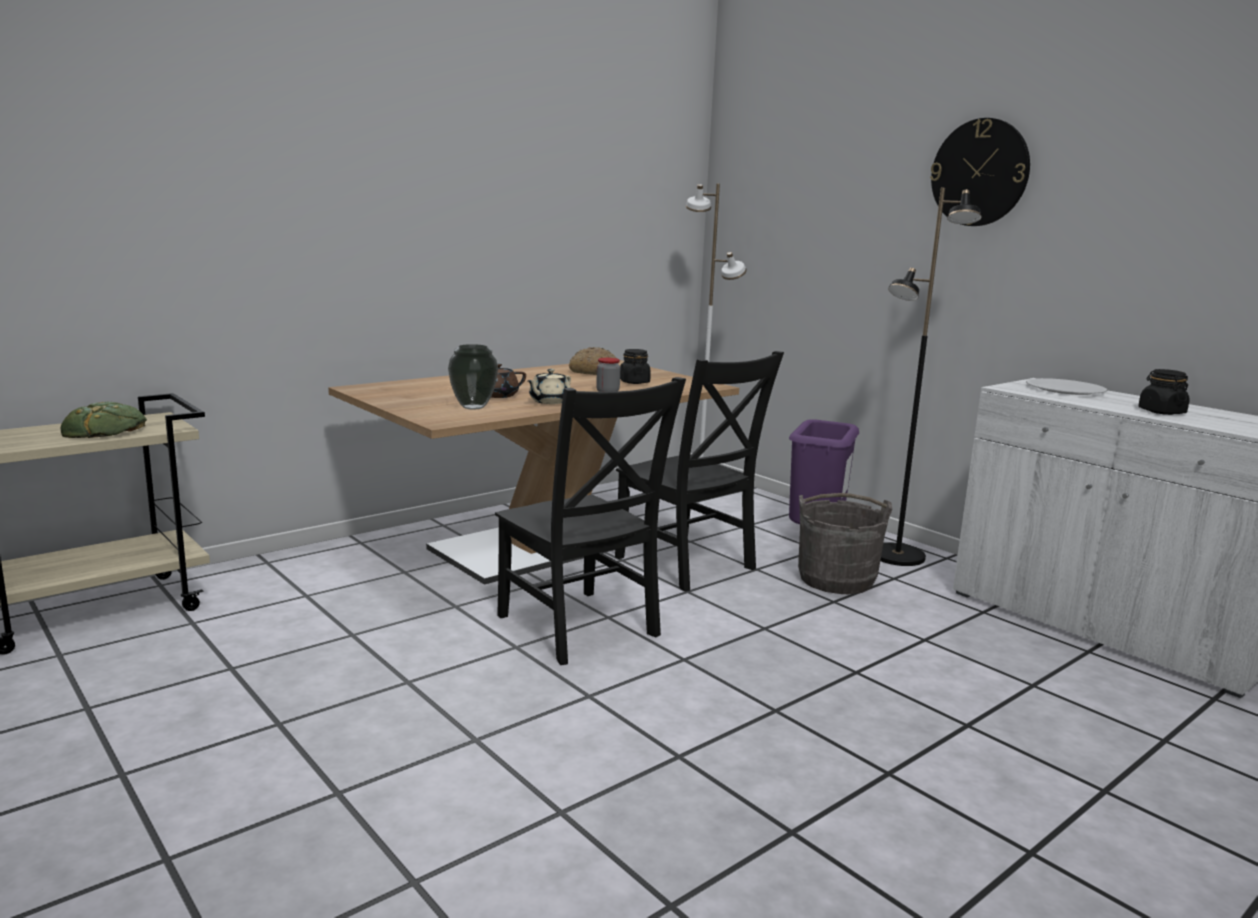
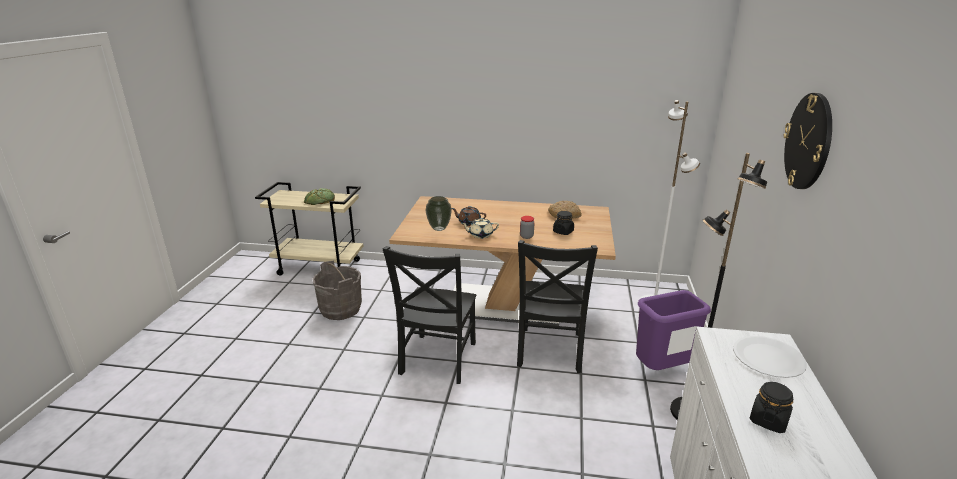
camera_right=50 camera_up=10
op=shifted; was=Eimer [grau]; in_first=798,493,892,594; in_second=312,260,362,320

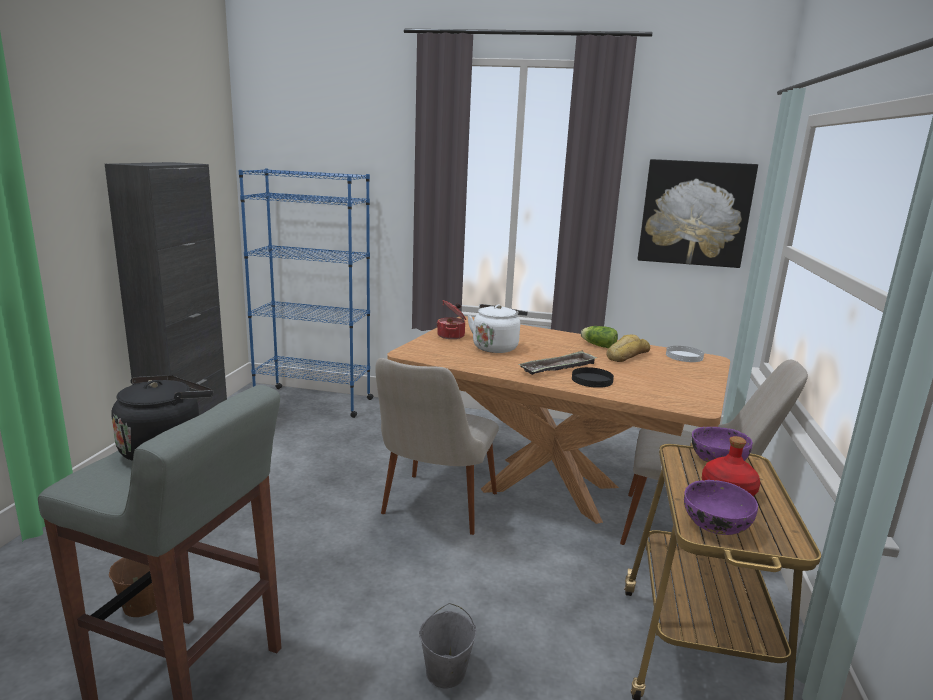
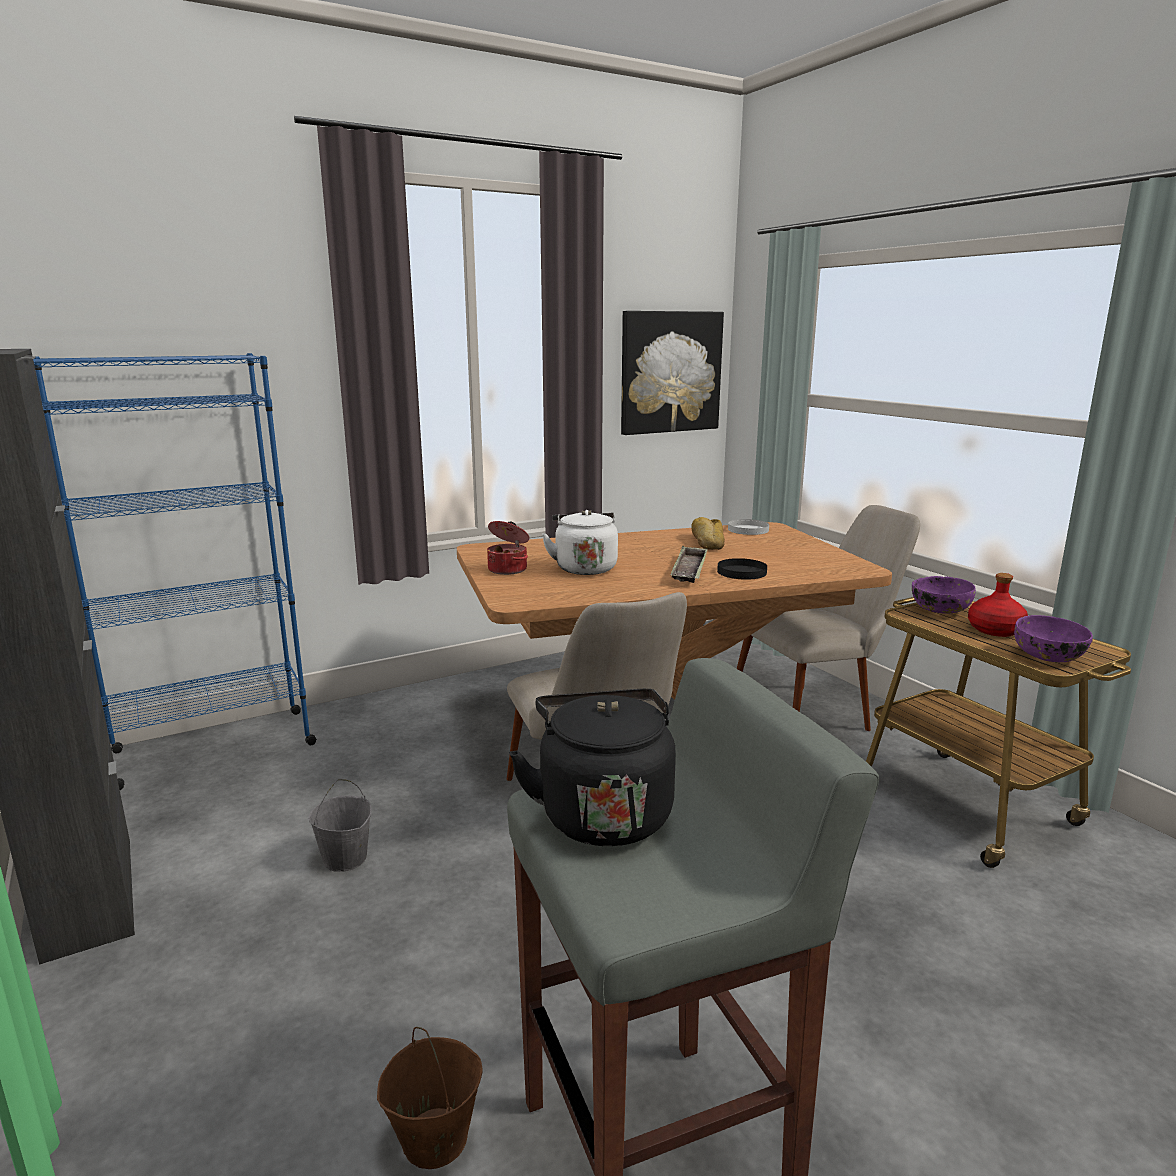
camera_right=-40 camera_up=0
op=shifted; was=Eimer [grau]; in_first=419,603,476,689; in_second=309,779,372,872
op=gone; was=Salatkopf; in_first=581,326,618,348

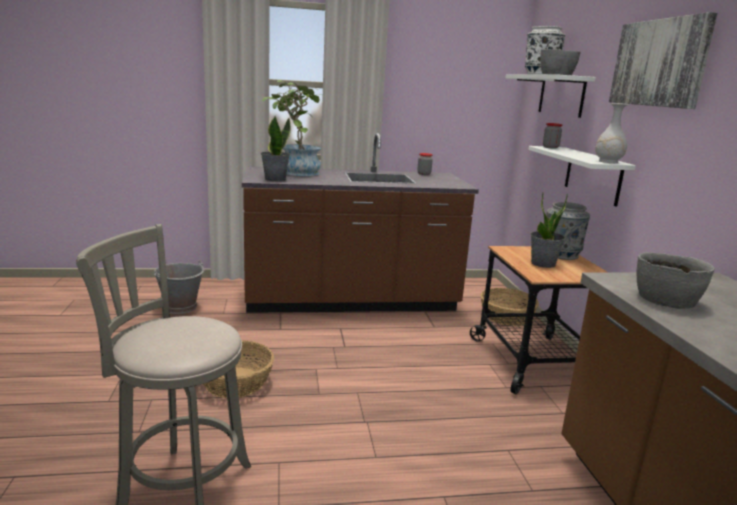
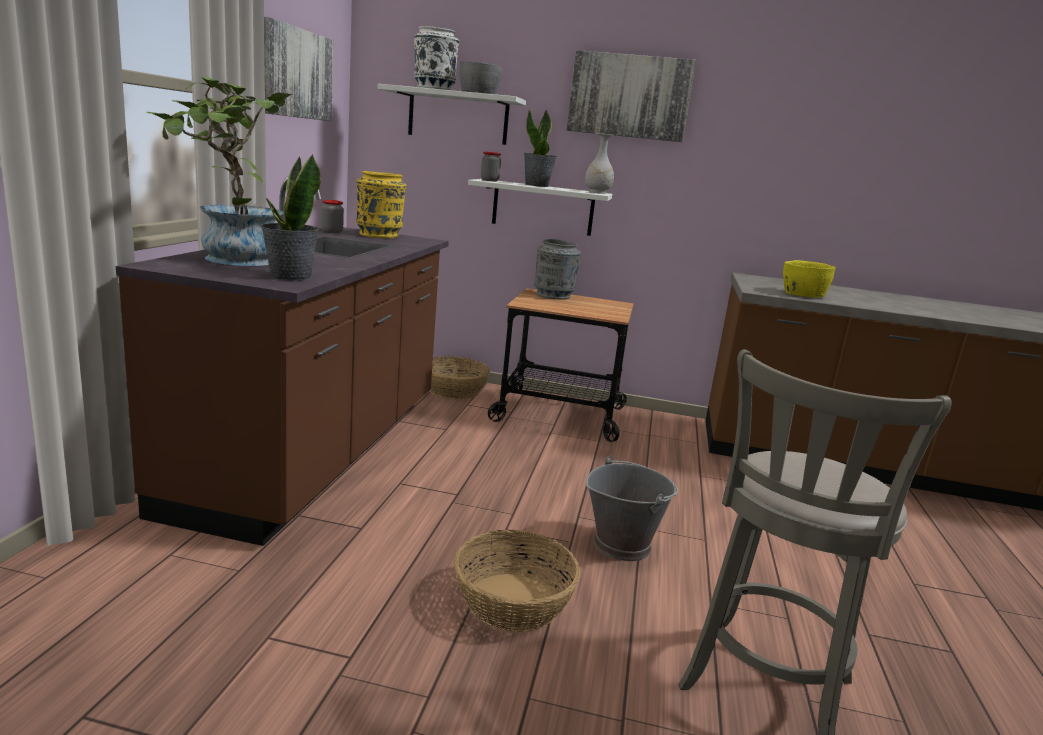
camera_right=-70 camera_up=0
op=new; now=Bild; in_second=264,17,333,121
op=new; now=Vase [gelb]; in_second=356,171,407,238
op=shifted; was=Topfpflanze; in_first=531,193,568,268; in_second=524,109,557,187
op=shifted; was=Eimer [grau]; in_first=154,261,205,314; in_second=586,456,678,561
op=repainted; was=Schüssel [grau]; now=Schüssel [gelb]; in_first=636,252,715,309; in_second=783,260,836,298

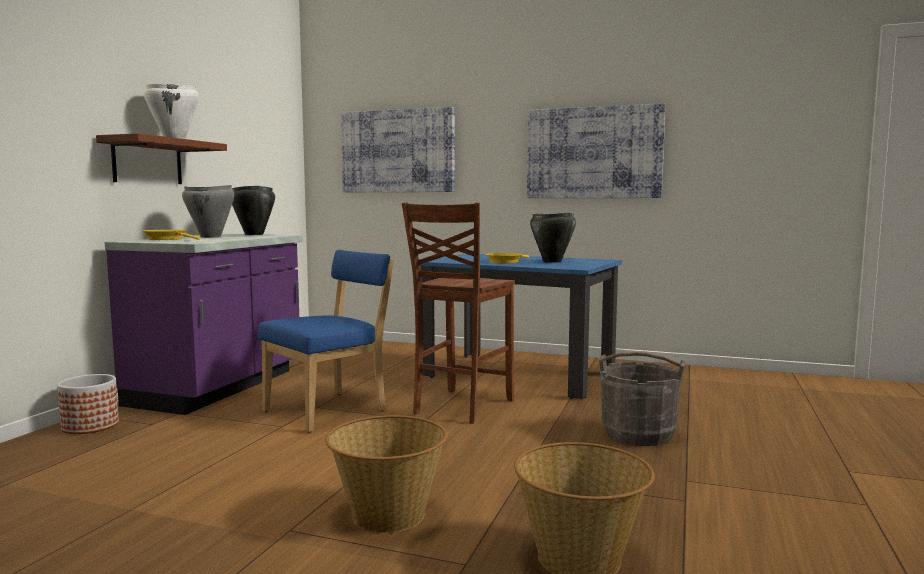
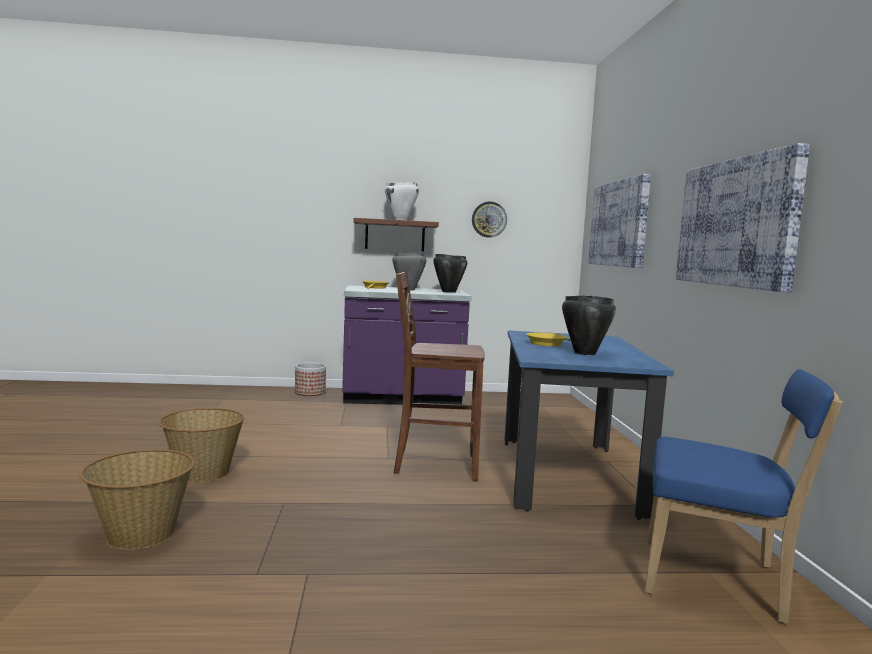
camera_right=65 camera_up=0
op=new; now=Wanduhr; in_second=472,202,507,238
op=shifted; was=Stuhl [blau]; in_first=258,250,394,432; in_second=645,369,843,624
op=gone; was=Eimer [grau]; in_first=599,352,686,446

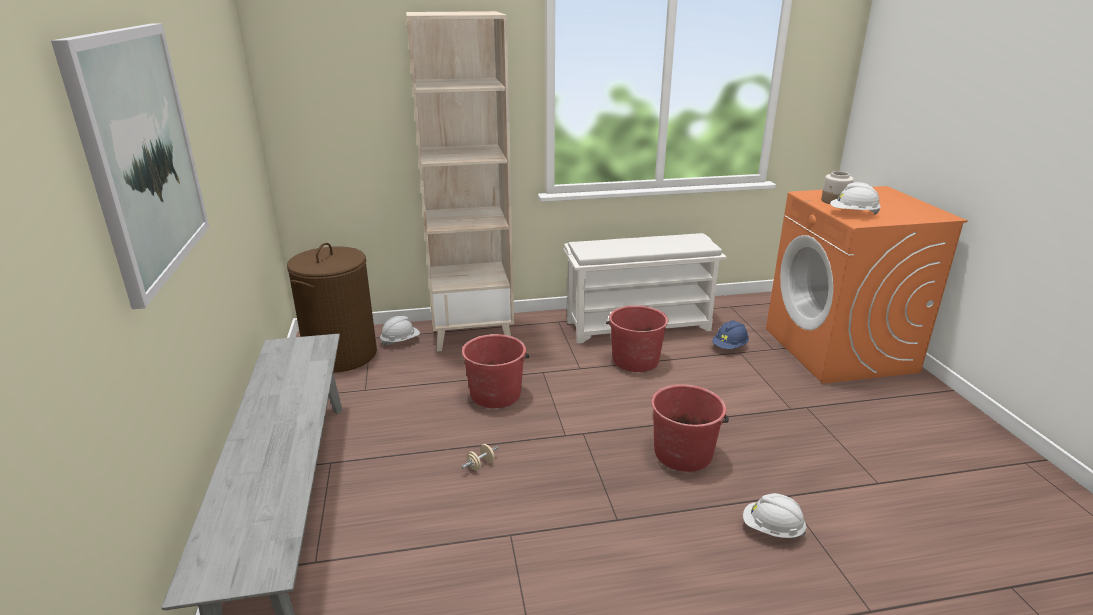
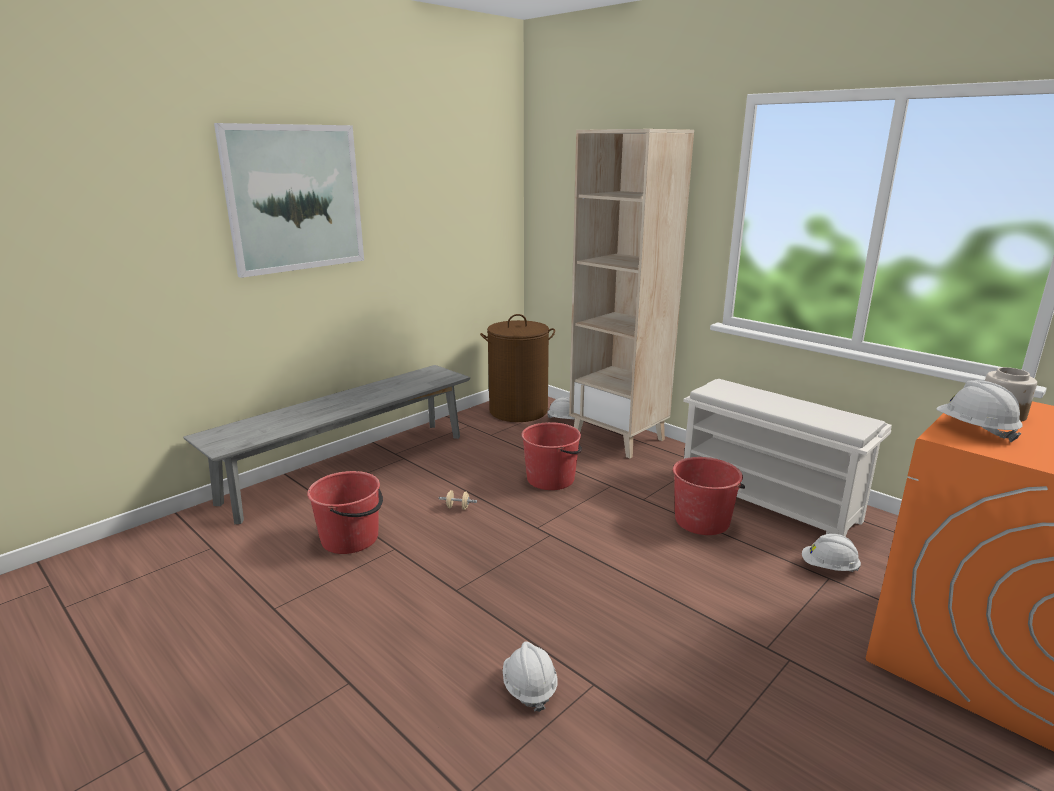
camera_right=55 camera_up=-5
op=shifted; was=Eimer [rot]; in_first=651,384,729,472; in_second=307,471,383,554
op=repainted; was=Schutzhelm [blau]; now=Schutzhelm [weiß]; in_first=712,320,749,349; in_second=802,534,861,572

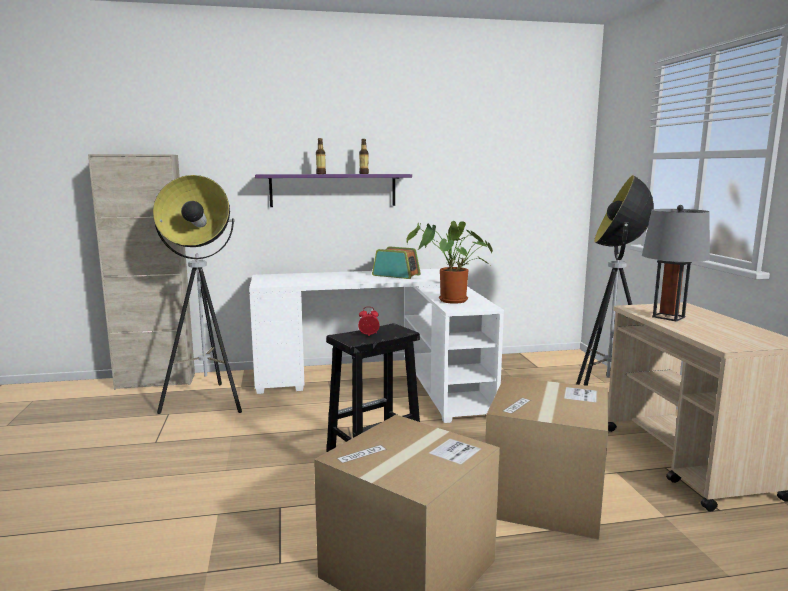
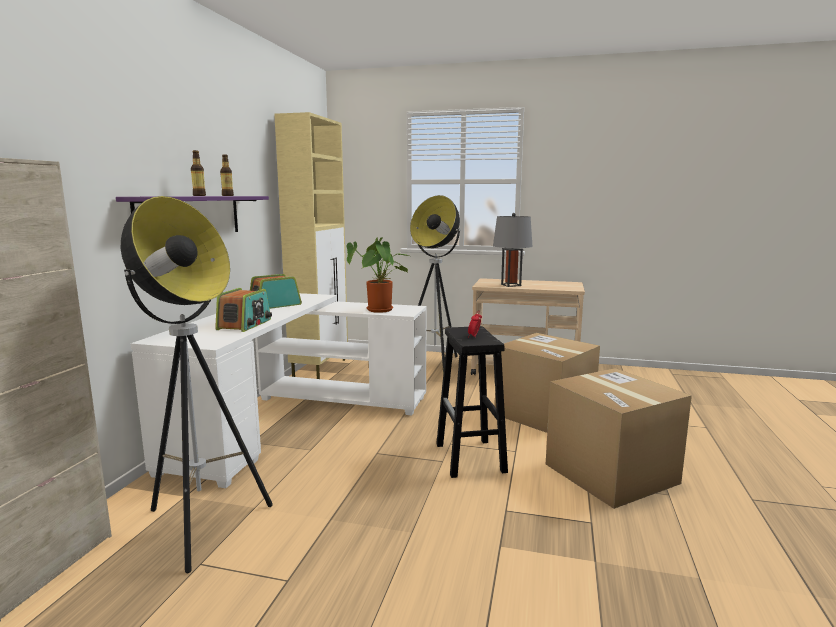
camera_right=-65 camera_up=0
op=new; now=Radio; in_second=215,288,272,332
op=new; now=Schrank [beige]; in_second=274,112,348,379

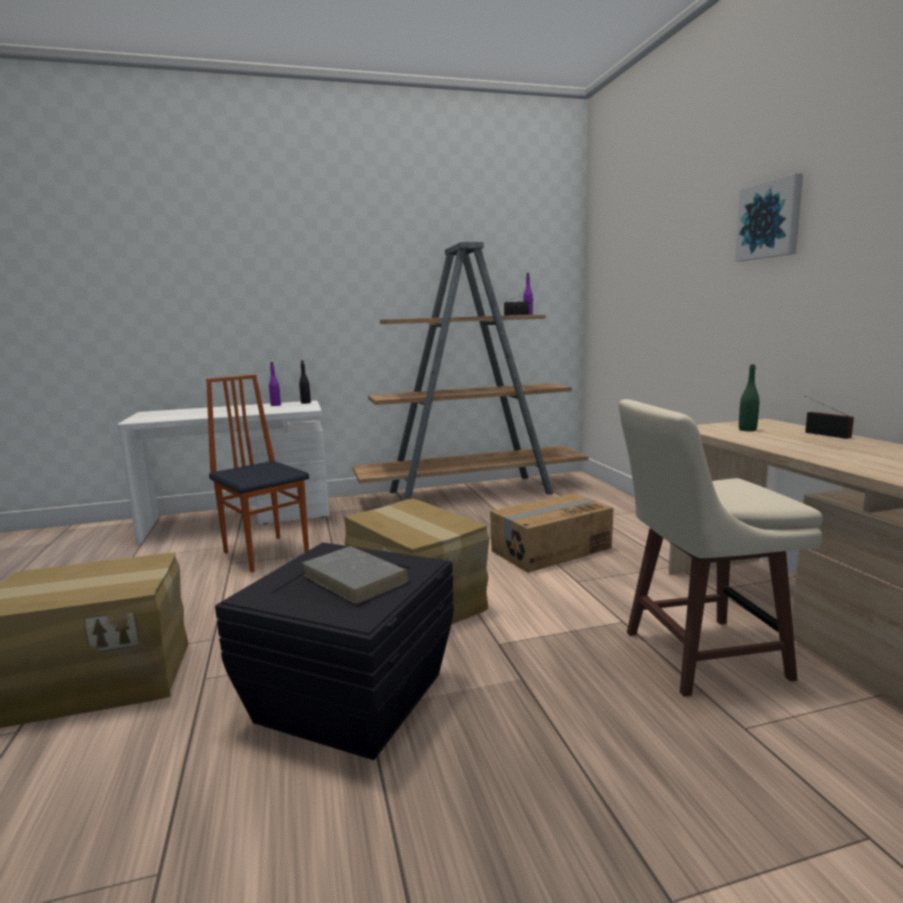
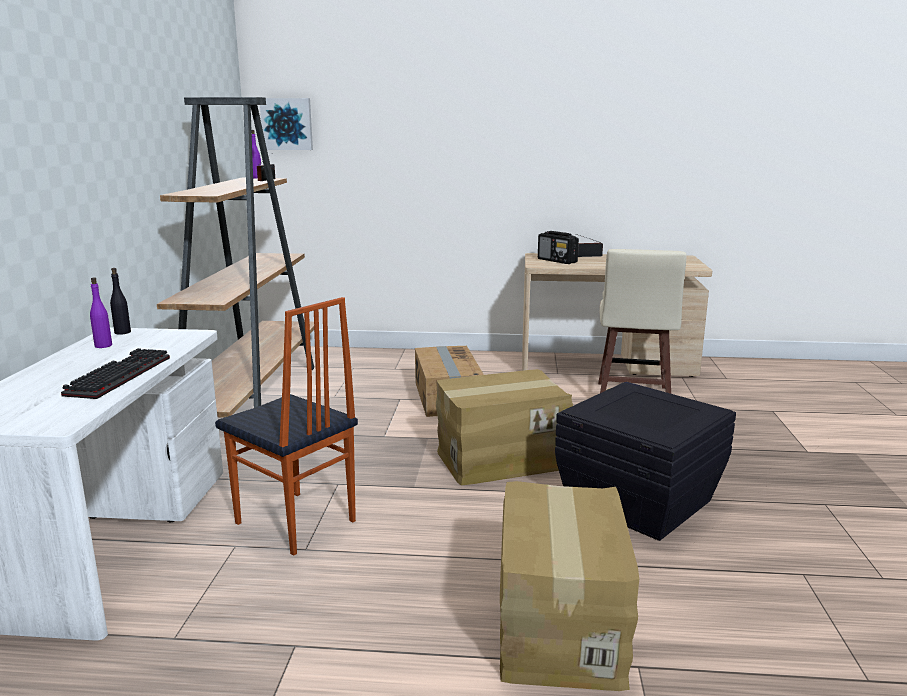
camera_right=-70 camera_up=5
op=new; now=Tastatur; in_second=61,348,170,399
op=rotated; was=Stuhl; in_first=206,375,309,572; in_second=215,297,358,556; clockwise=-120
op=shifted; was=Bild; in_first=735,173,803,262; in_second=260,98,313,150
op=swapped; was=Flasche [grün]; now=Radio; in_first=739,364,759,431; in_second=538,231,579,264
op=gone; was=Buch [grau]; in_first=302,546,410,604

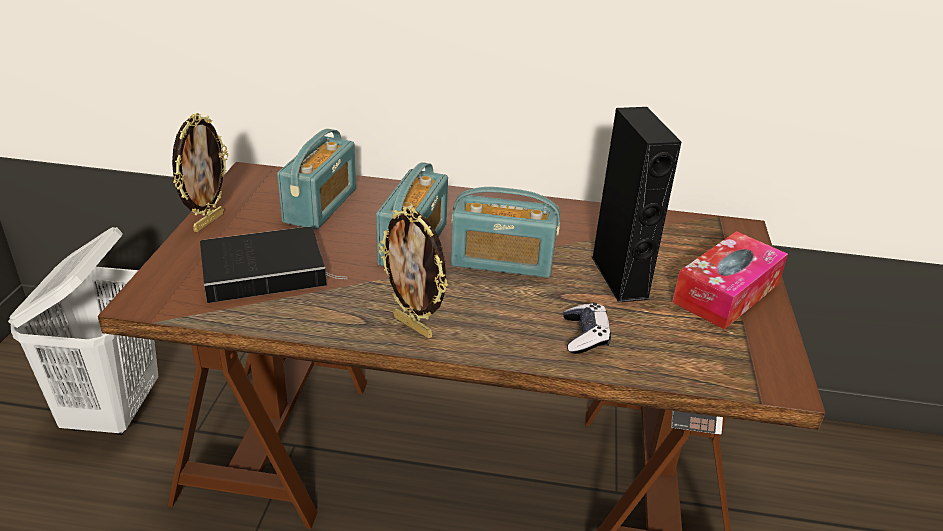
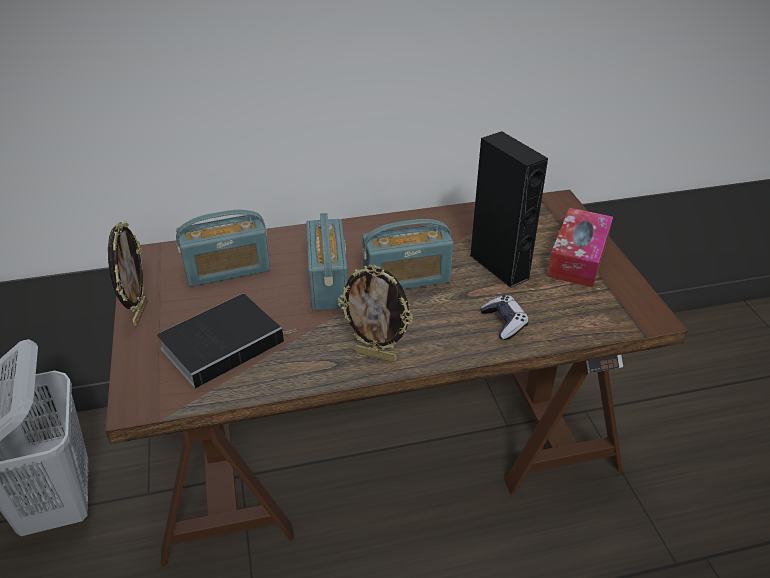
camera_right=-20 camera_up=5
op=rotated; was=Radio; in_first=277,129,356,230; in_second=176,210,271,287; clockwise=75

